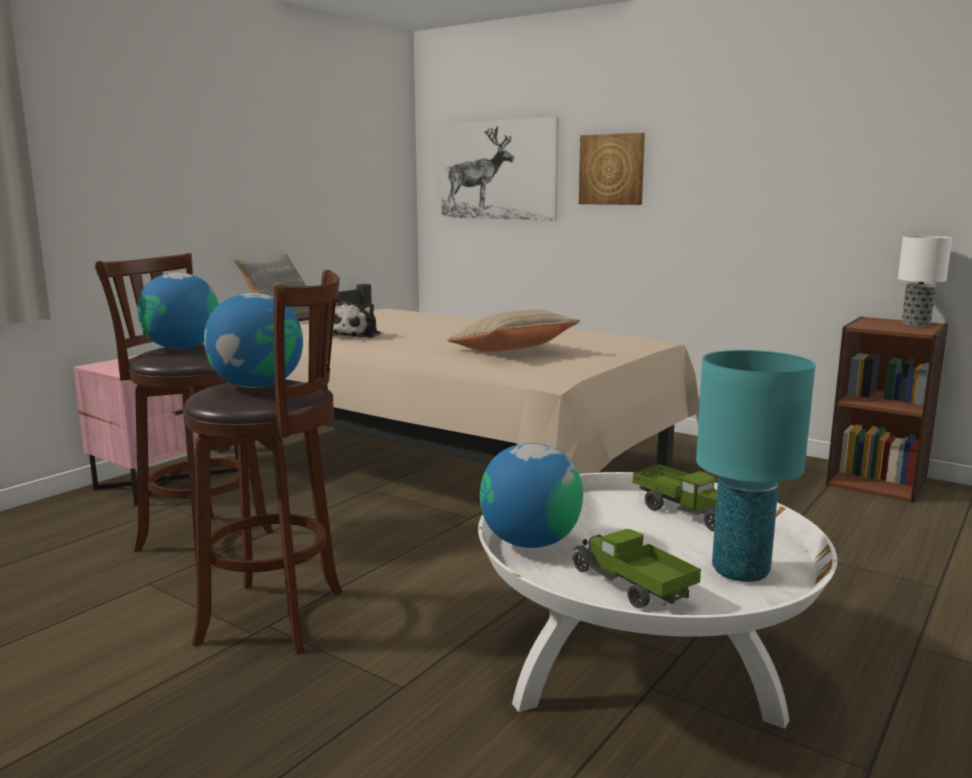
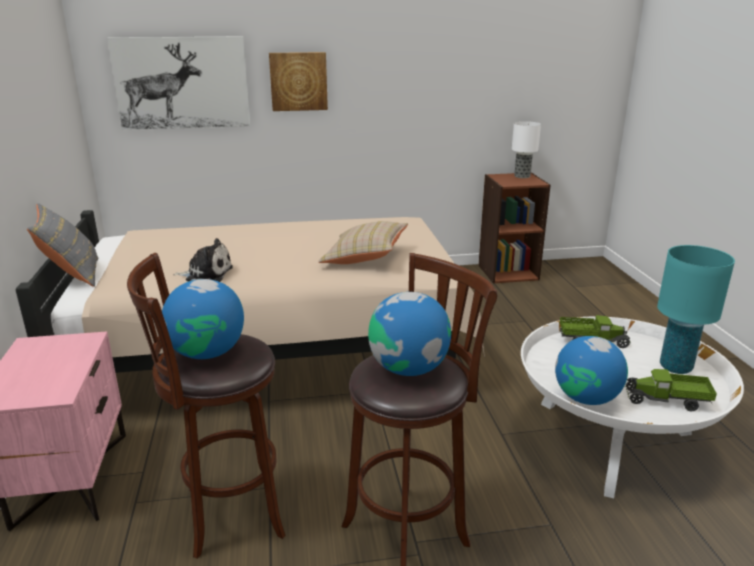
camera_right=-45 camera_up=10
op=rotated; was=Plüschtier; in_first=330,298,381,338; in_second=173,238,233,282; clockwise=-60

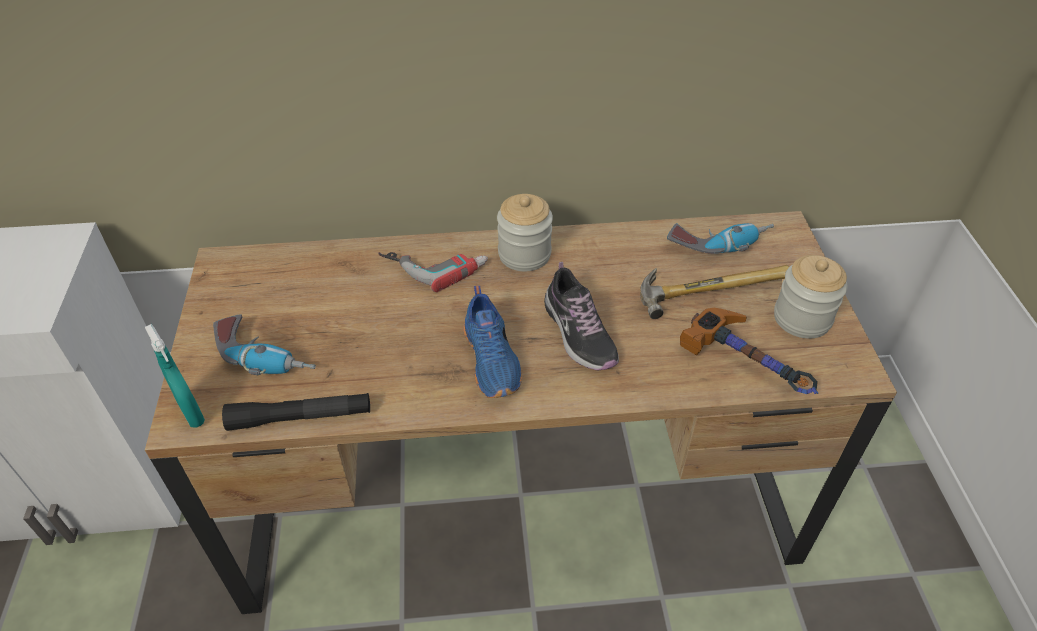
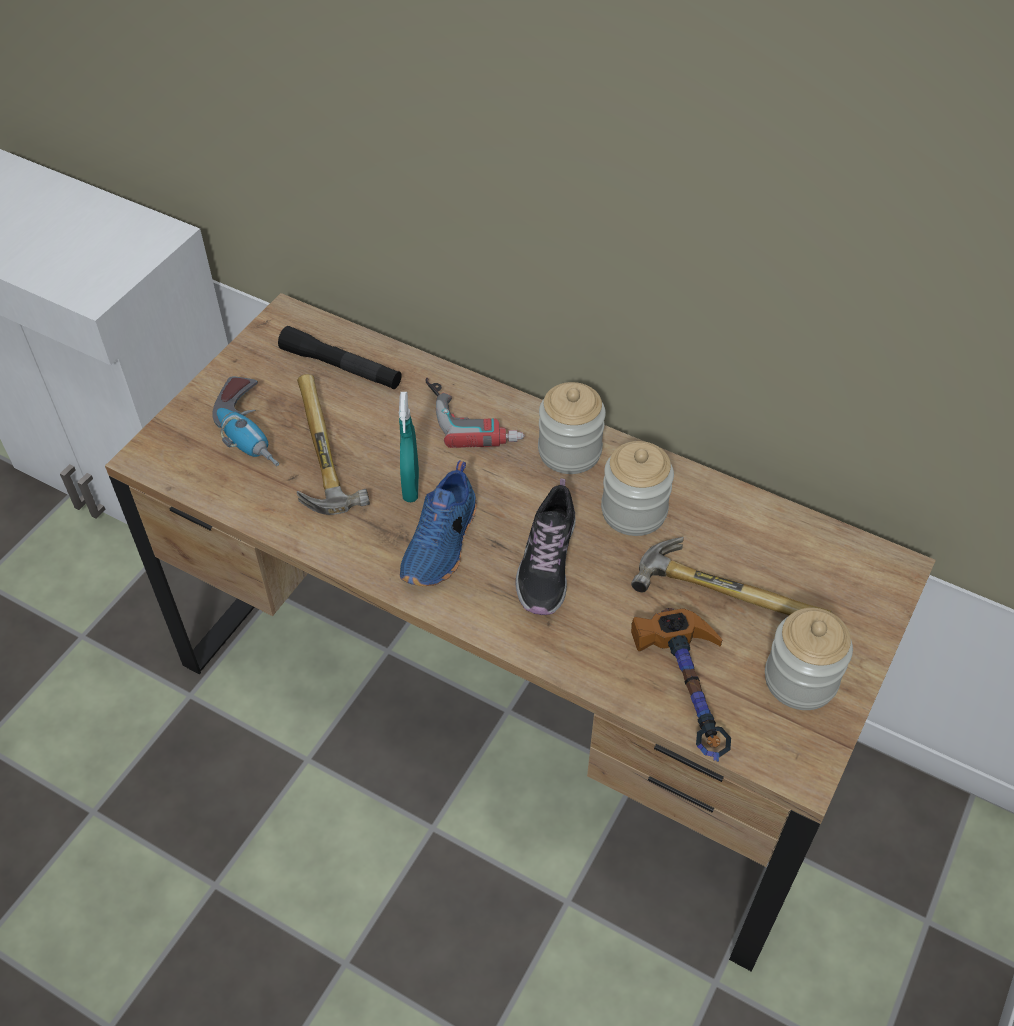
camera_right=35 camera_up=5
op=shifted; was=Taschenlampe [schwarz]; in_first=222,393,370,431; in_second=278,326,402,389
op=new; now=Hammer; in_second=297,374,370,515
op=shifted; was=Sprühflasche [türkis]; in_first=145,324,205,428; in_second=399,392,419,502
op=new; now=Vorratsglas; in_second=601,441,674,536
op=gone; was=Bohrmaschine; in_first=667,223,774,254

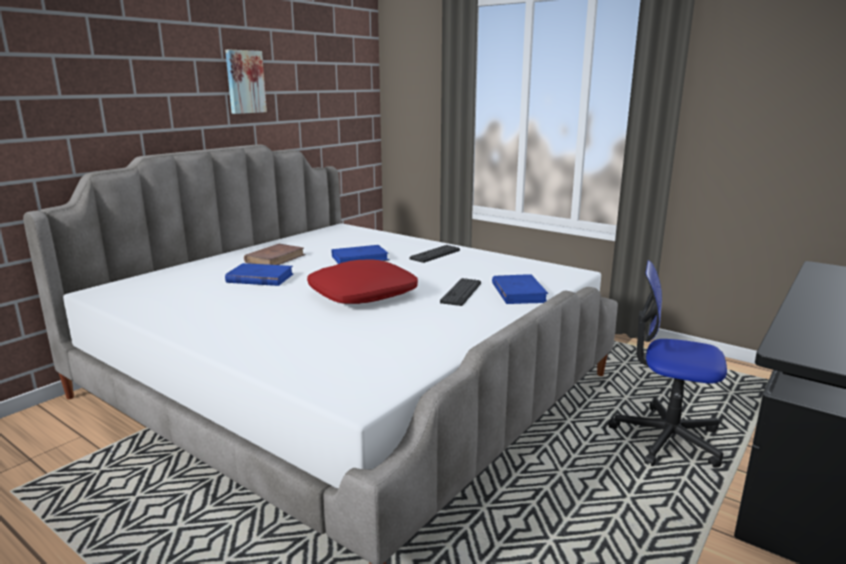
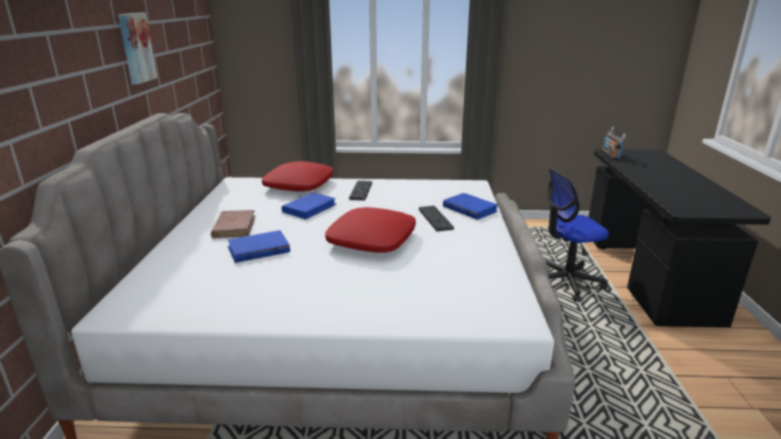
camera_right=-35 camera_up=5
op=new; now=Kissen [rot]; in_second=262,161,333,192
op=new; now=Radio; in_second=602,127,627,159

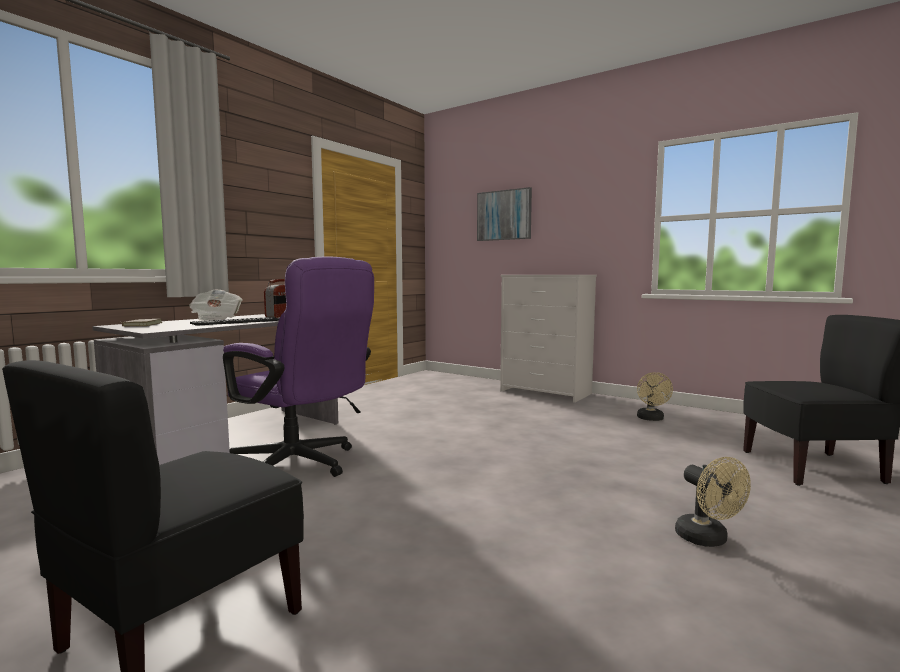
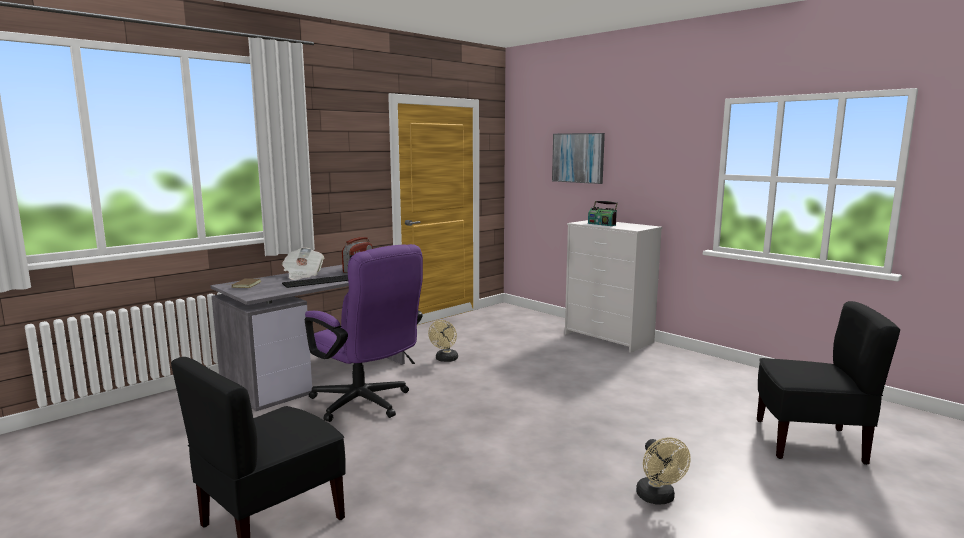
camera_right=10 camera_up=5
op=shifted; was=Ventilator [beige]; in_first=637,372,673,421; in_second=428,320,458,362
op=new; now=Radio; in_second=588,201,618,226

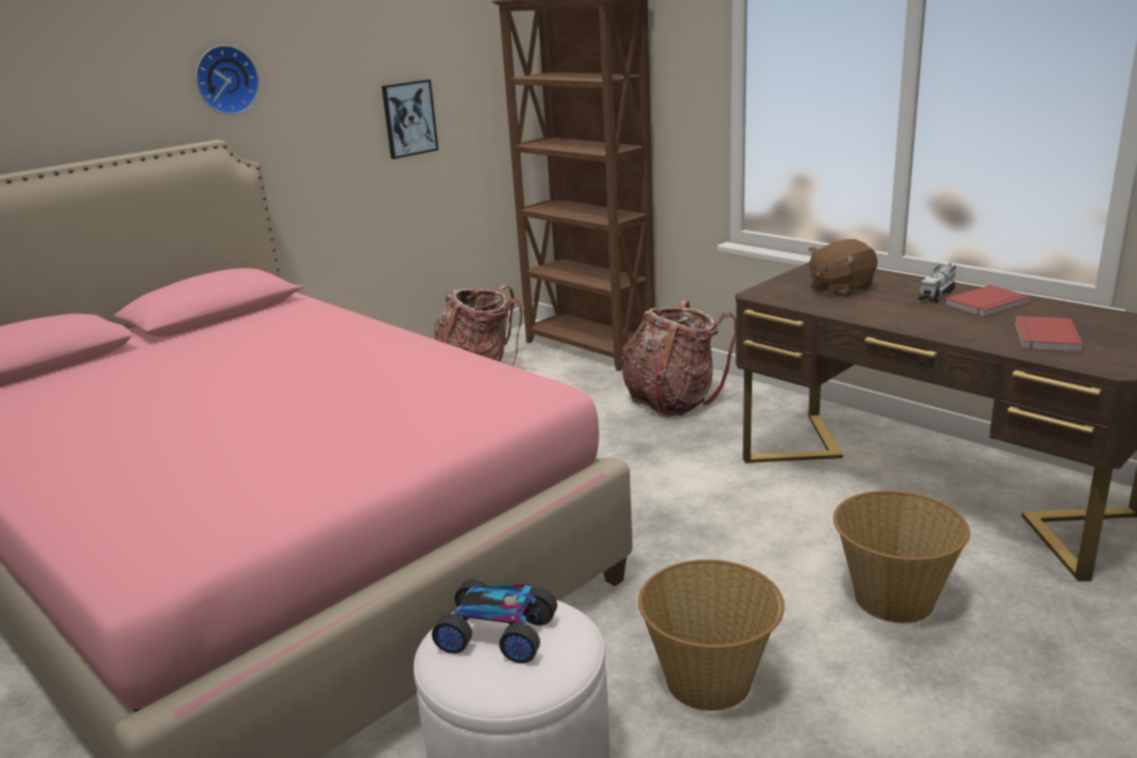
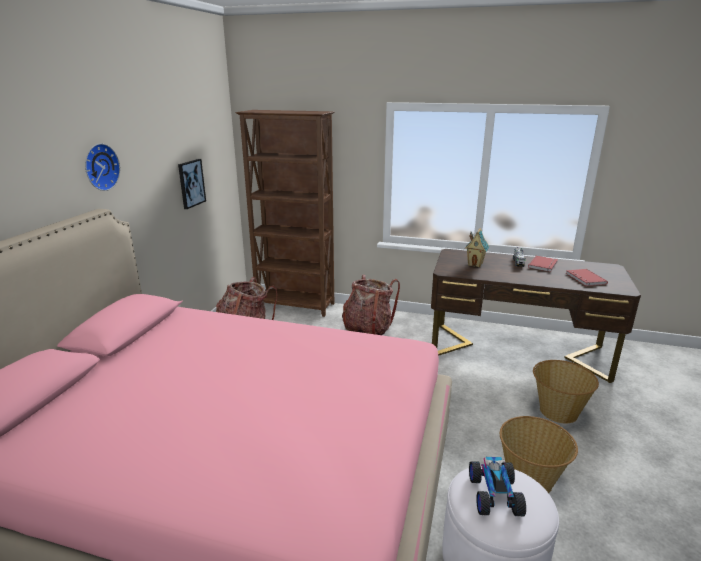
camera_right=-30 camera_up=0
op=swapped; was=Plüschtier [braun]; now=Spielzeughaus; in_first=808,239,878,297; in_second=465,228,489,267
op=rotated; was=Spielzeugauto; in_first=432,579,557,664; in_second=469,457,526,516; clockwise=-75

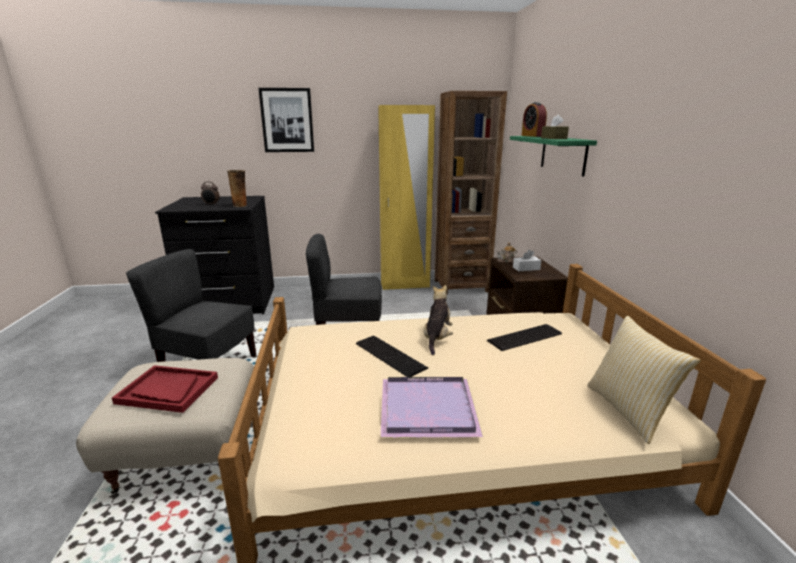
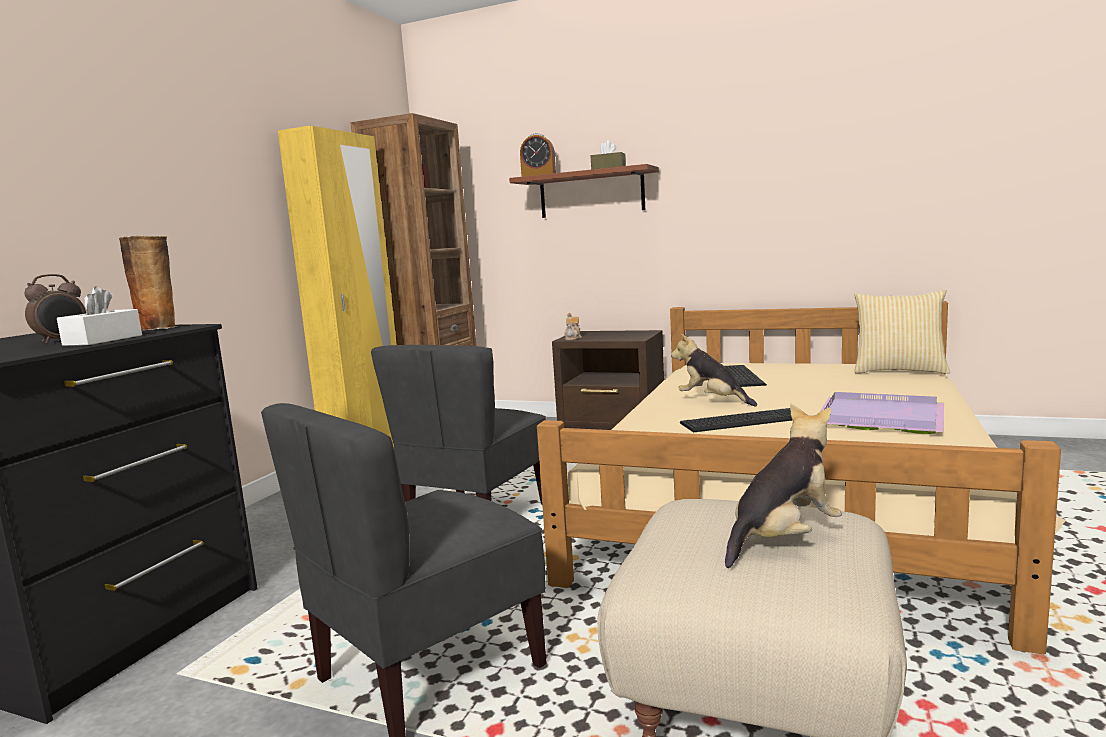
camera_right=-60 camera_up=-10
op=shifted; was=Taschentuchbox [weiß]; in_first=513,249,541,271; in_second=57,286,142,346
op=repainted; was=Wandregal [grün]; now=Wandregal [braun]; in_first=510,136,597,177; in_second=509,164,659,218
op=swapped; was=Tablett [rot]; now=Plüschtier; in_first=112,365,218,413; in_second=725,404,842,568
op=gone; was=Bild; in_first=258,88,314,152

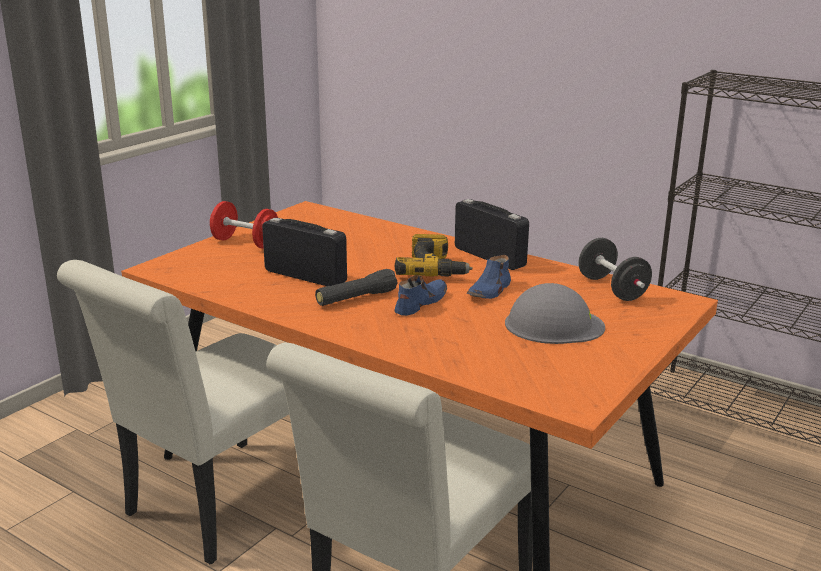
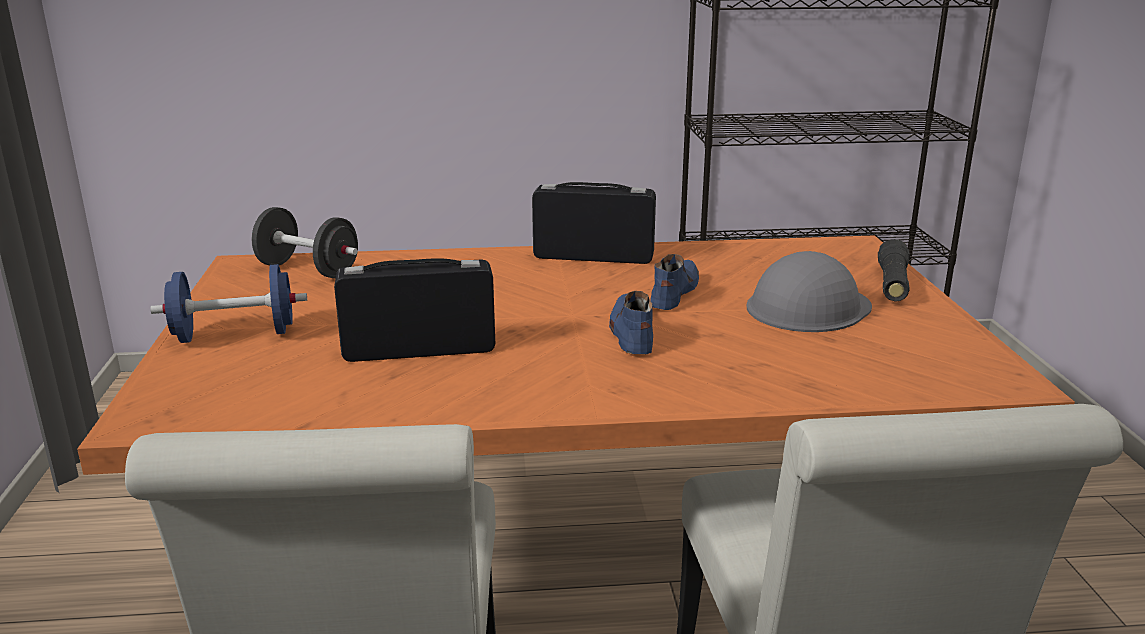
camera_right=-40 camera_up=0
op=repainted; was=Hantel [rot]; now=Hantel [blau]; in_first=210,201,278,249; in_second=150,264,307,343
op=shifted; was=Hantel [schwarz]; in_first=578,238,652,301; in_second=252,207,358,278
op=rotated; was=Schuh [blau]; in_first=467,255,511,299; in_second=650,254,699,310; clockwise=-150
op=shifted; was=Taschenlampe [schwarz]; in_first=315,269,398,306; in_second=878,239,910,302
op=gone; was=Bohrmaschine; in_first=395,234,473,276

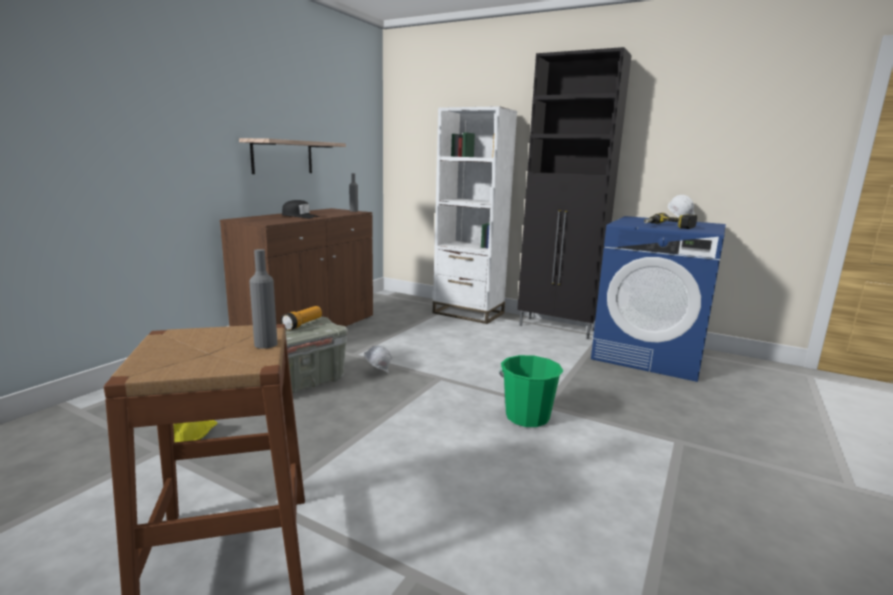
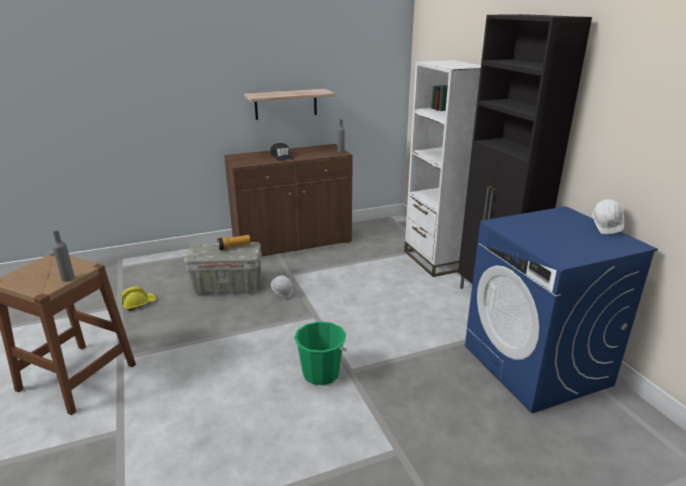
camera_right=40 camera_up=10
op=gone; was=Bohrmaschine; in_first=644,213,697,229

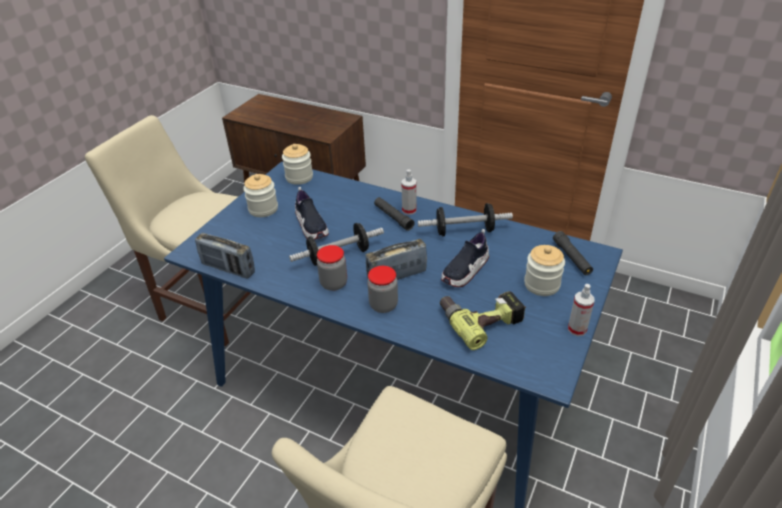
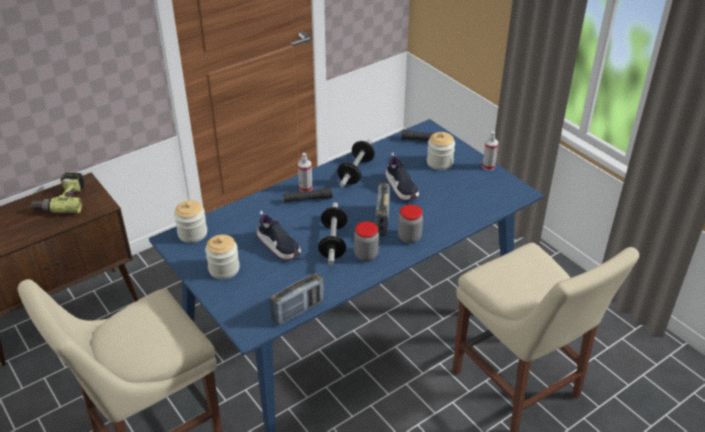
camera_right=-65 camera_up=0
op=shifted; was=Bohrmaschine; in_first=440,291,526,350; in_second=30,173,85,213
op=rotated; was=Schuh; in_first=295,187,329,240; in_second=257,211,301,261; clockwise=45

